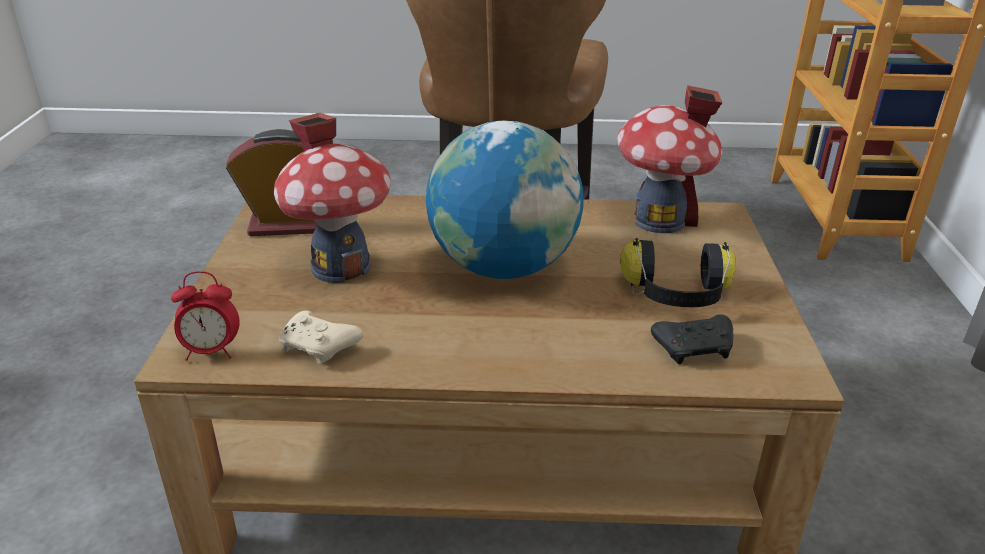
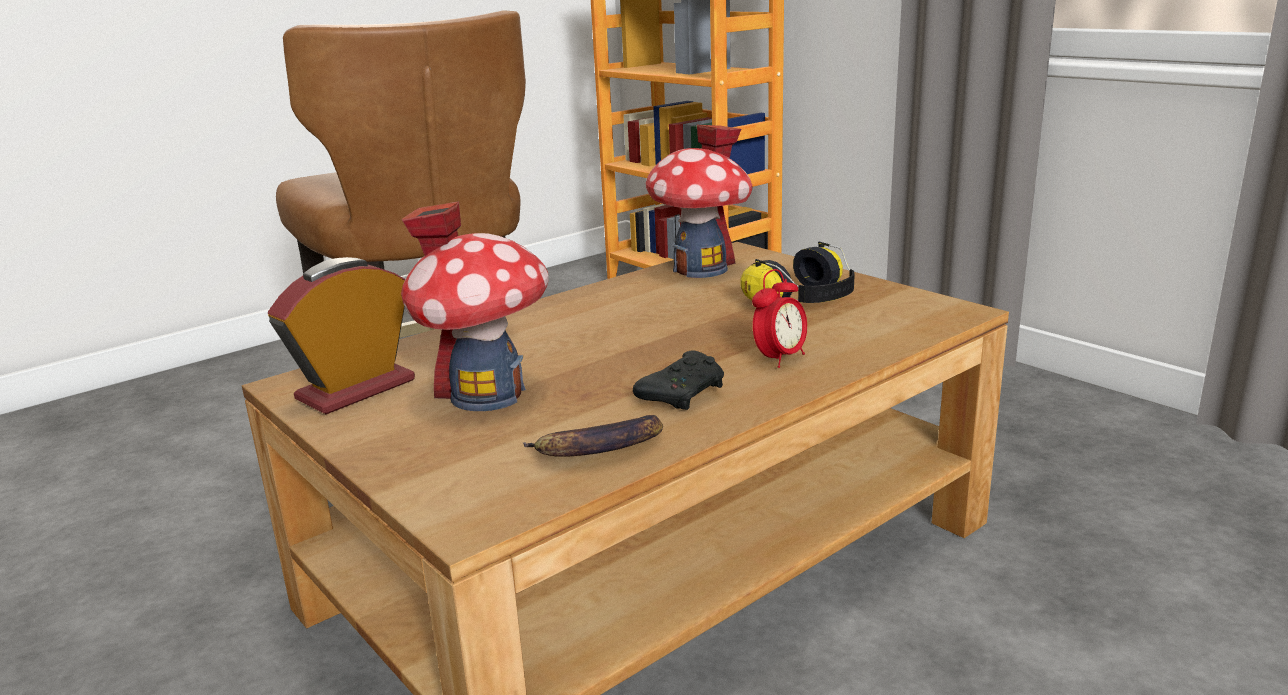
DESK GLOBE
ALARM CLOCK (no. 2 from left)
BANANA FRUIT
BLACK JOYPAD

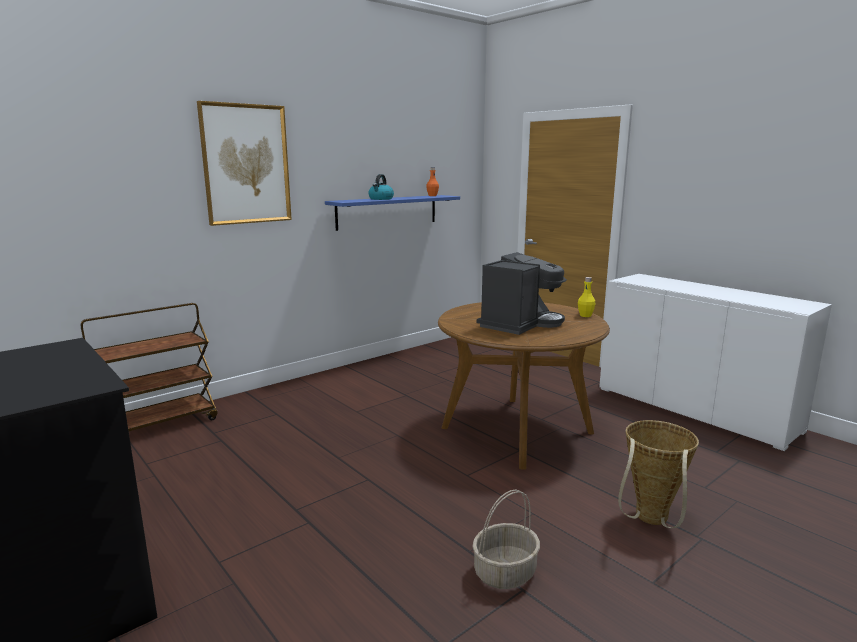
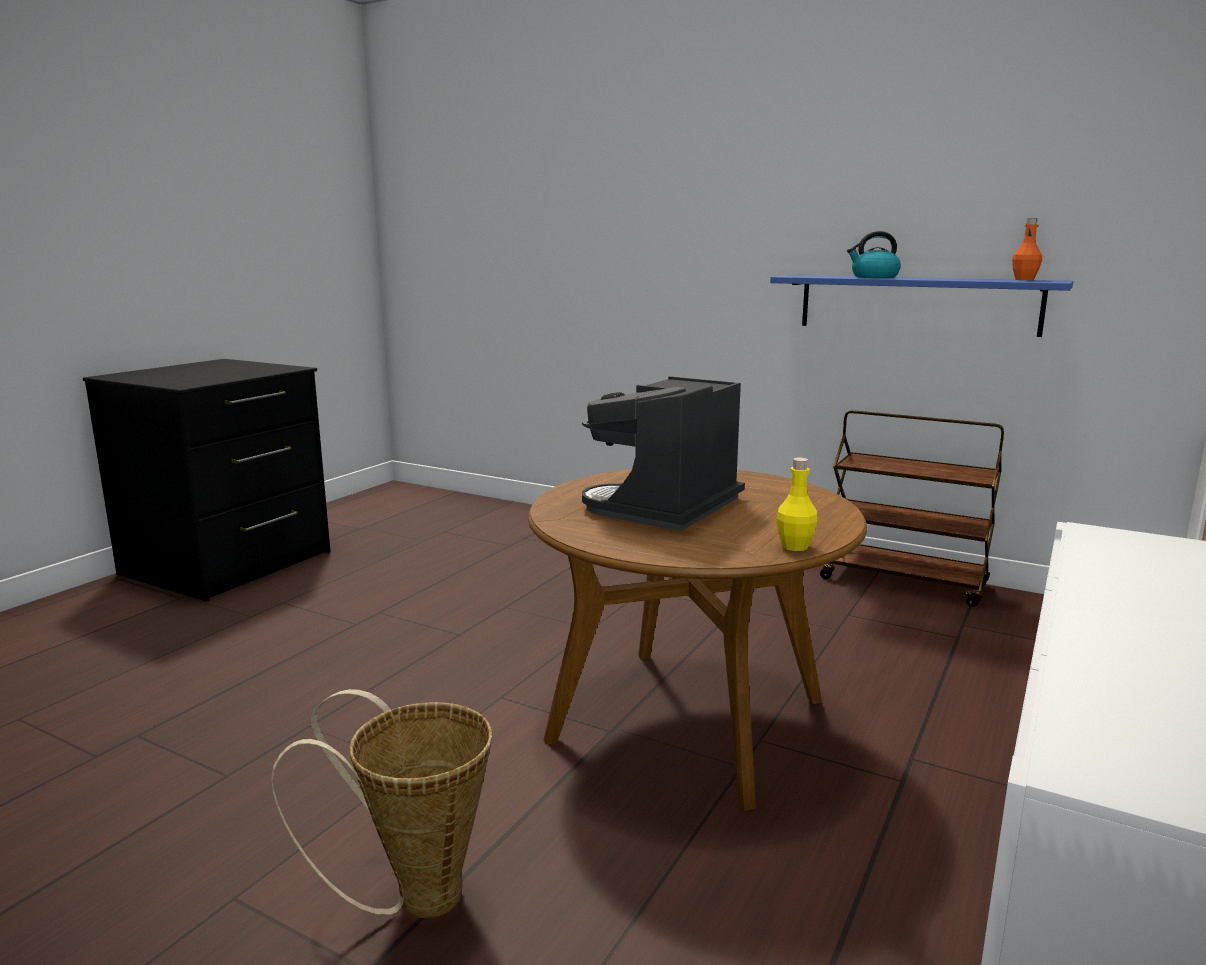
PICTURE
COFFEE BREWER
BROWN WHEELED CART
HOUSEHOLD BASKET (no. 1 from left in the first image)

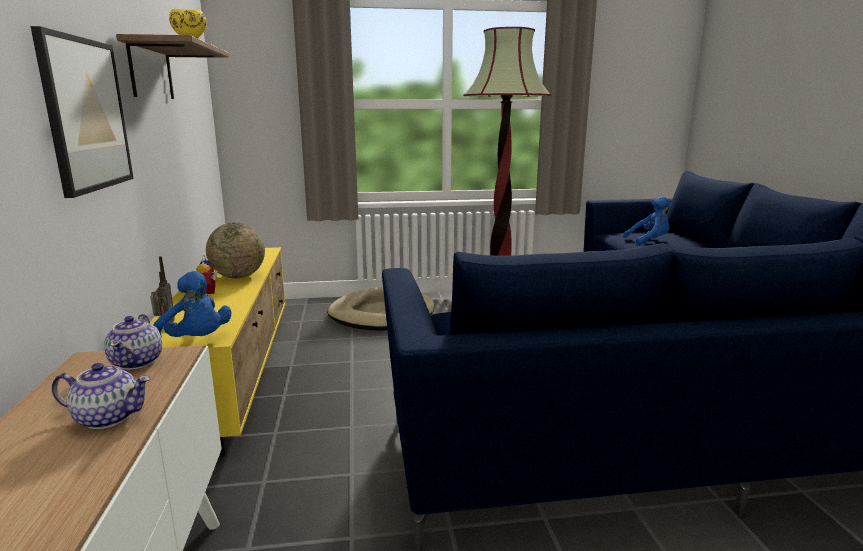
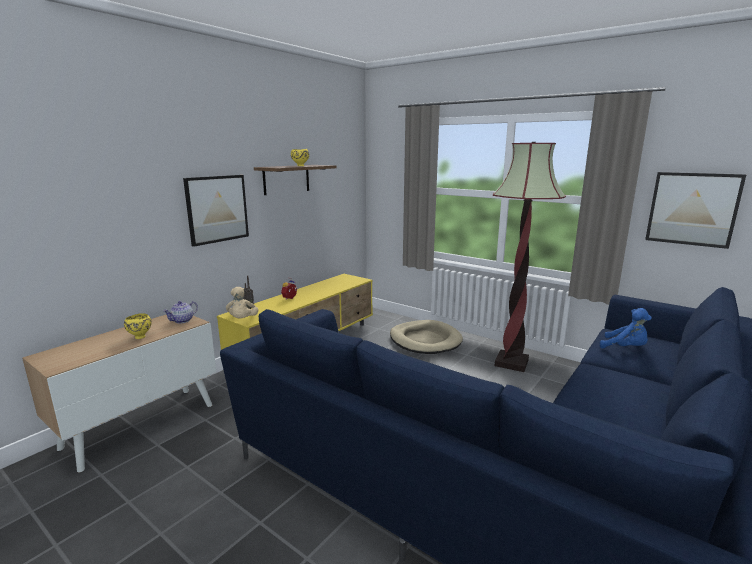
DESK GLOBE
BEIGE-COLOURED SOFT TOY
YELLOWISH DEEP DISH (no. 1 from left)
PICTURE (no. 2 from left)

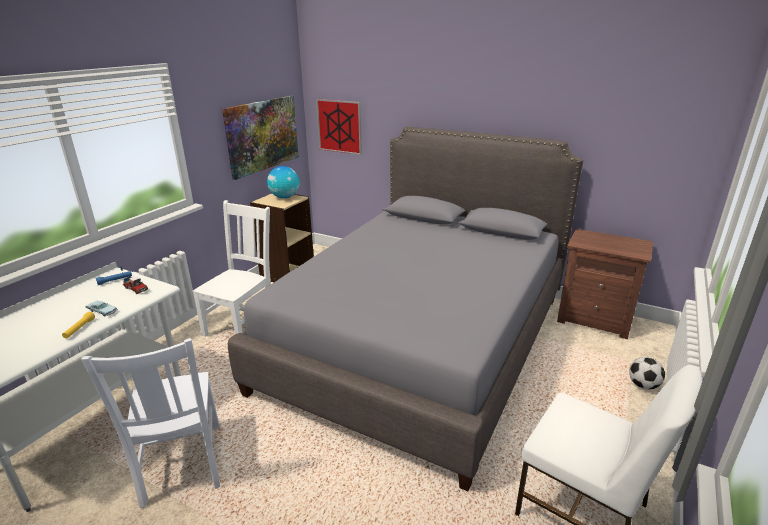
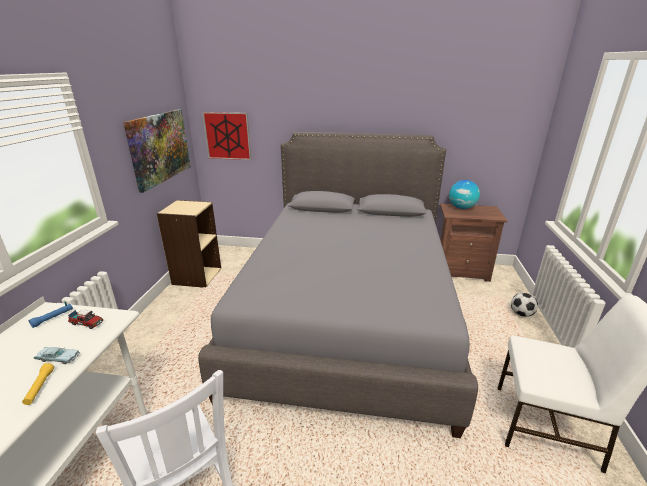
DESK GLOBE
WHITISH PLAIN CHAIR (no. 2 from left in the first image)

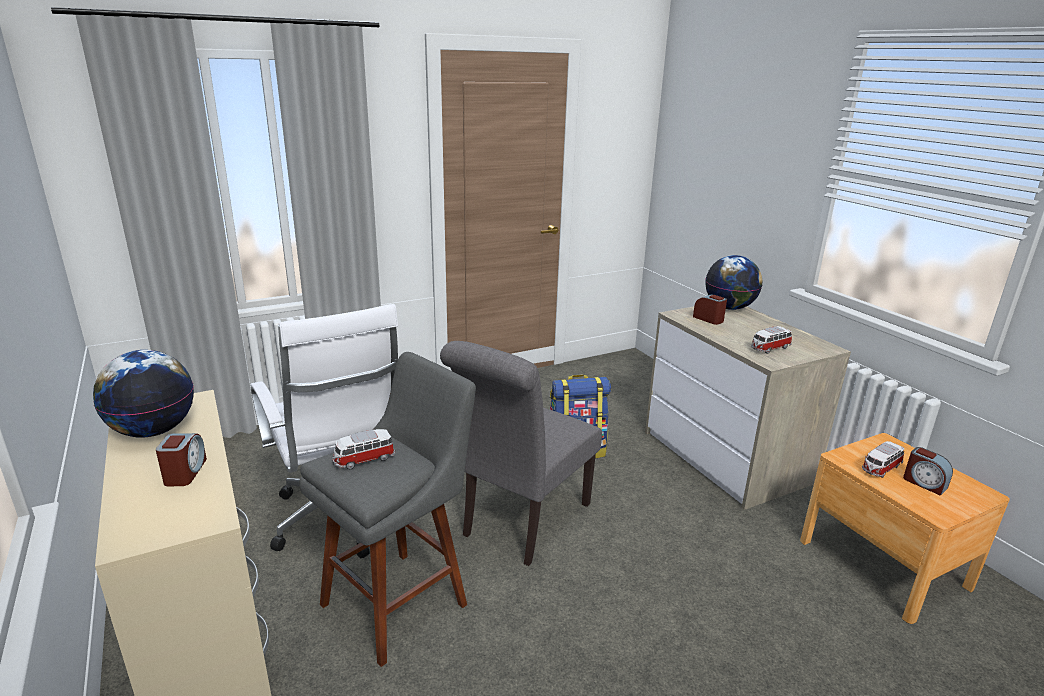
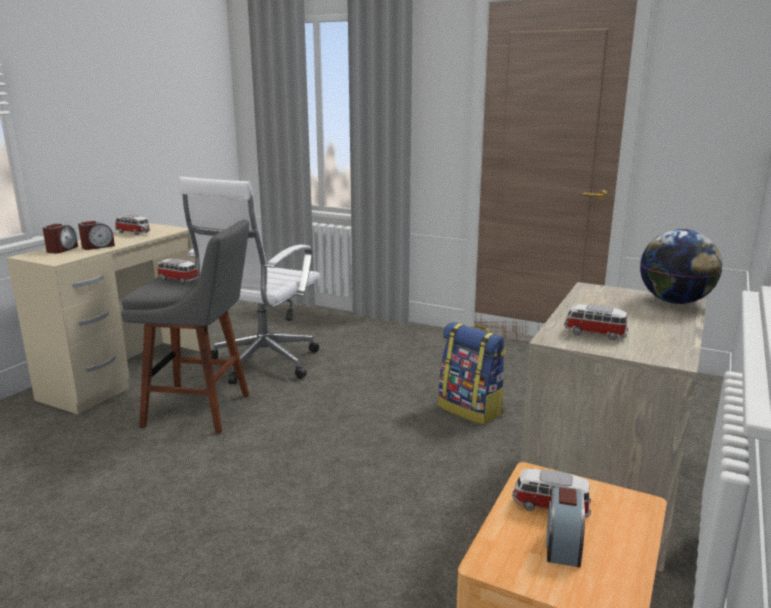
ALARM CLOCK (no. 1 from left)
GREYISH PLAIN CHAIR
MODEL CAR (no. 1 from left)

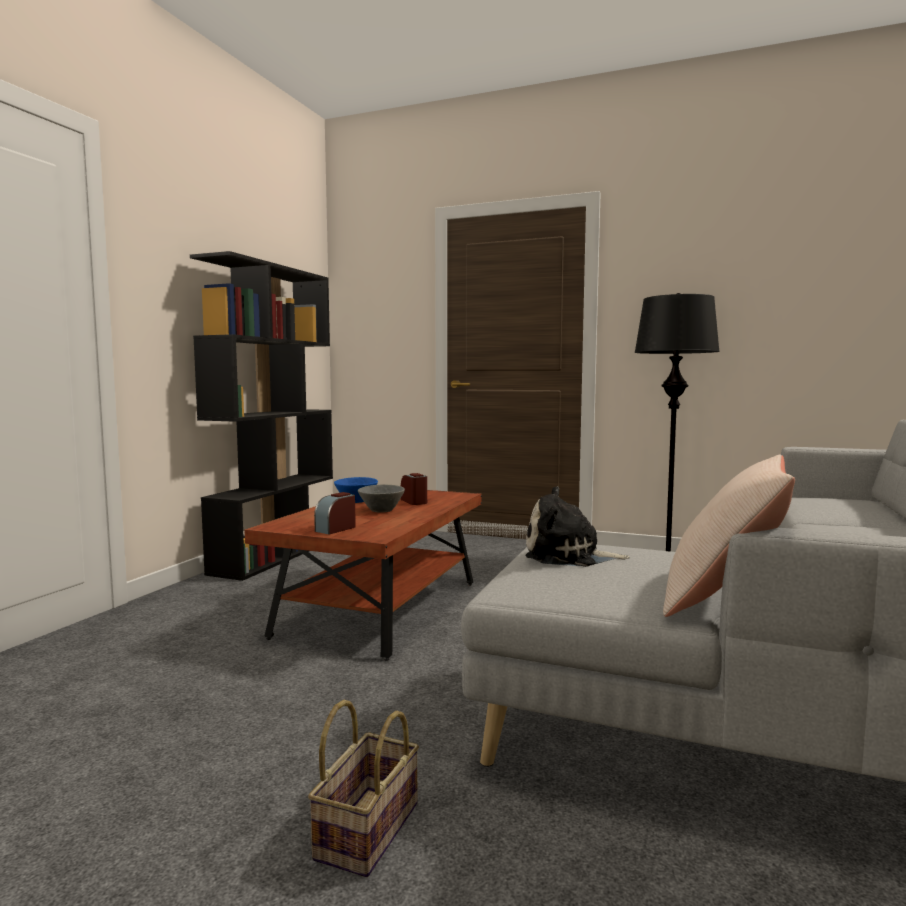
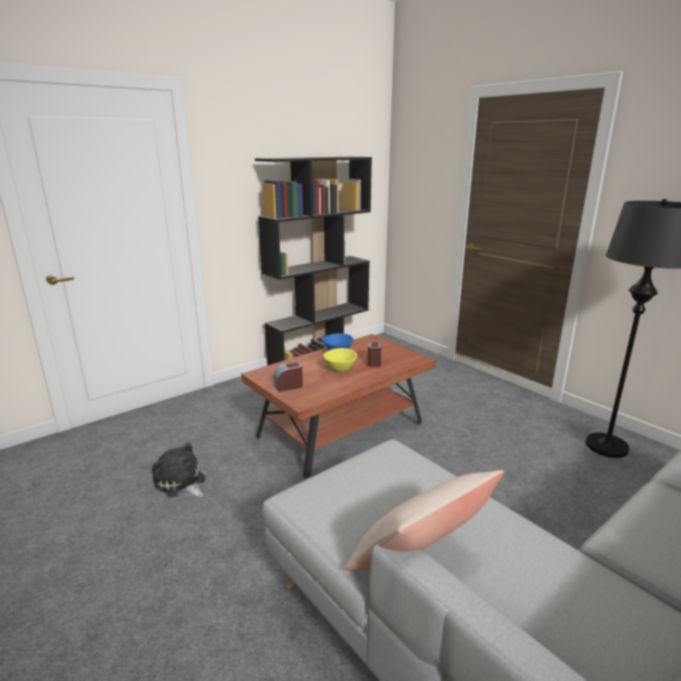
YELLOWISH DEEP DISH
SOFT TOY
HOUSEHOLD BASKET

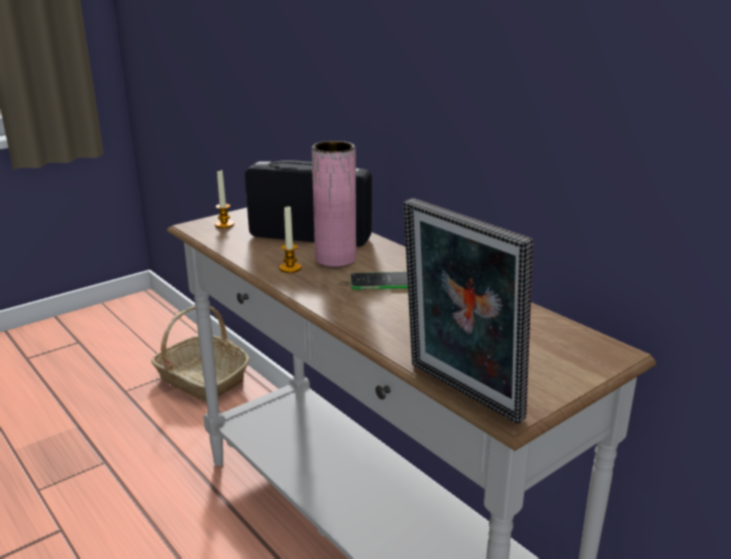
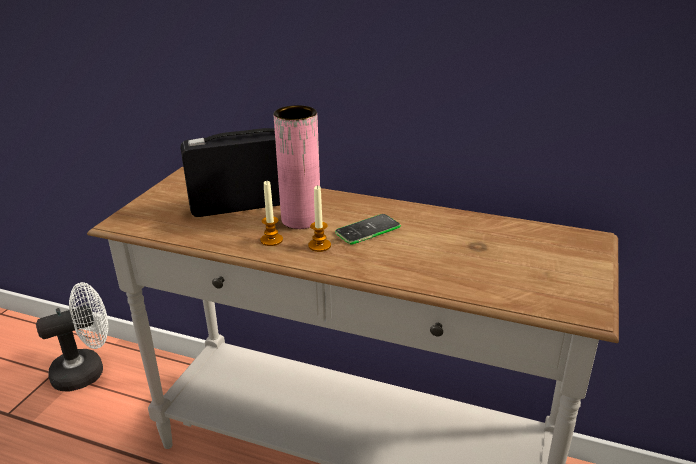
WAX LIGHT (no. 2 from left)
PHOTO FRAME
WHITISH FAN

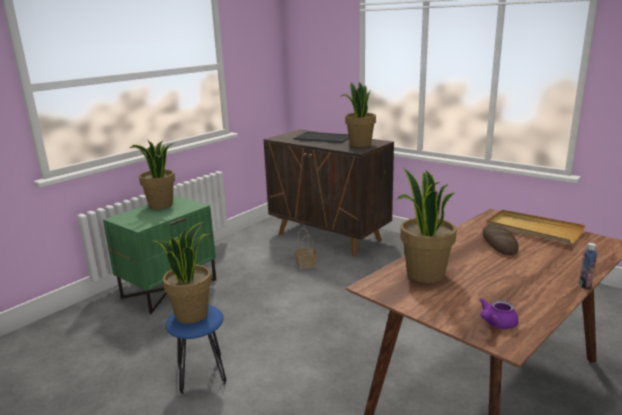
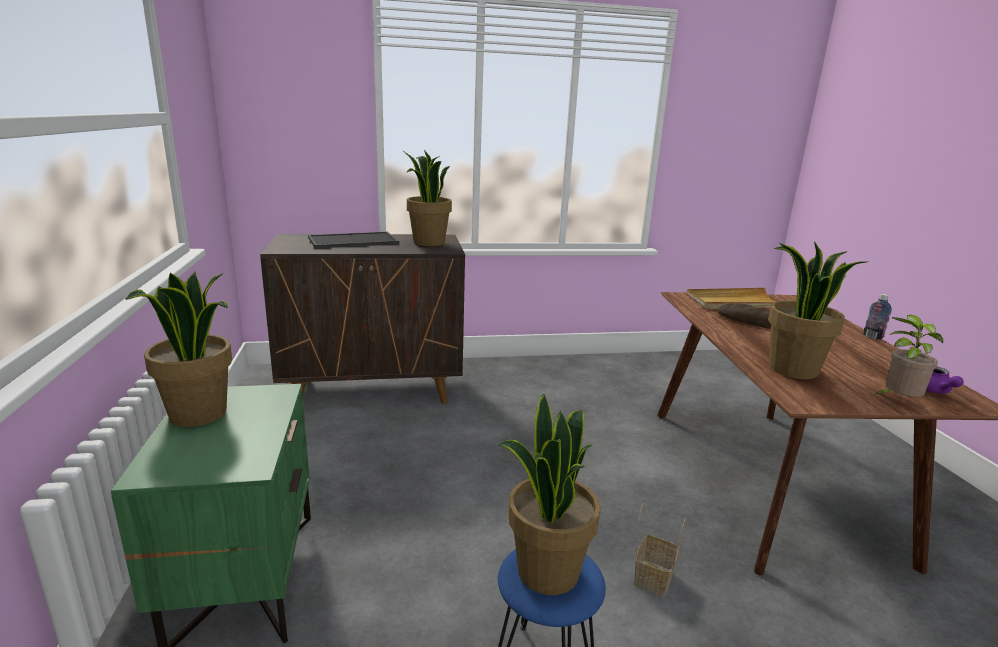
HOUSEHOLD BASKET
POTTED PLANT (no. 5 from left)

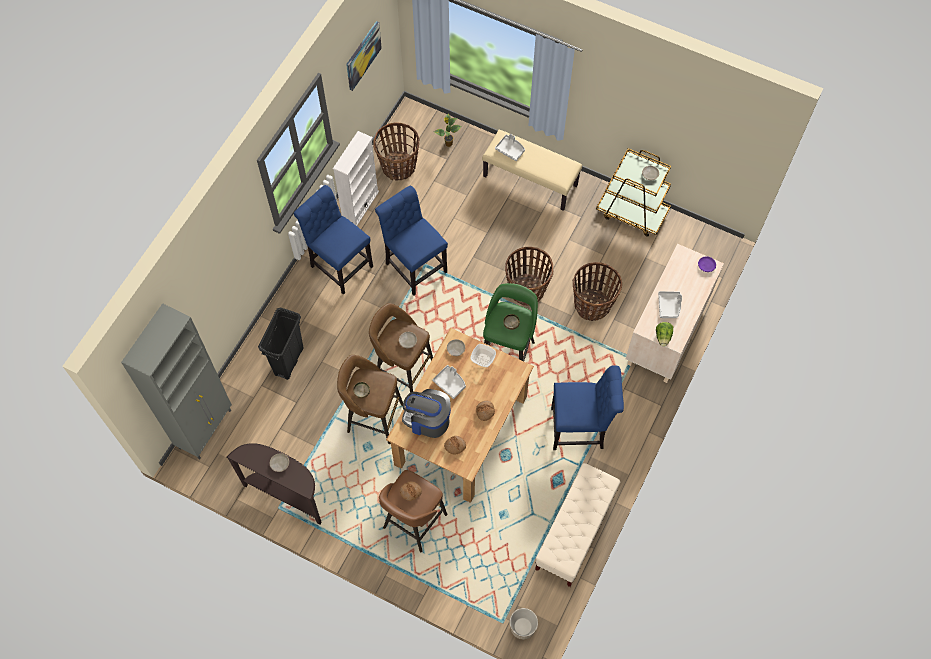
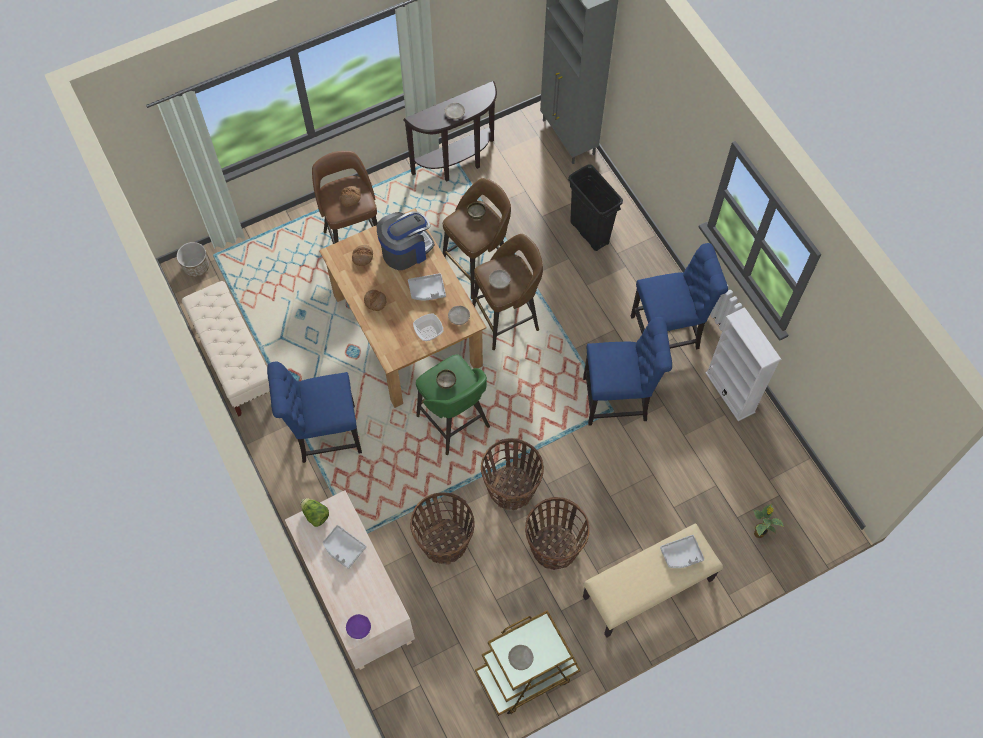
PICTURE
HOUSEHOLD BASKET (no. 3 from left)
BLUE-COLOURED PLAIN CHAIR (no. 1 from left)

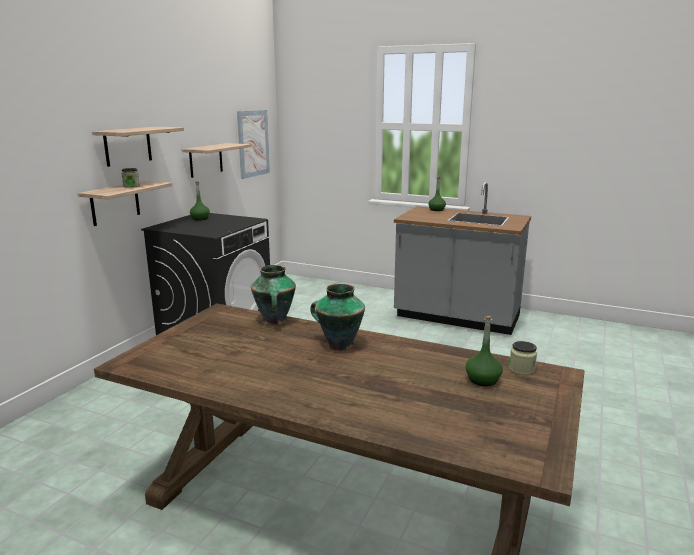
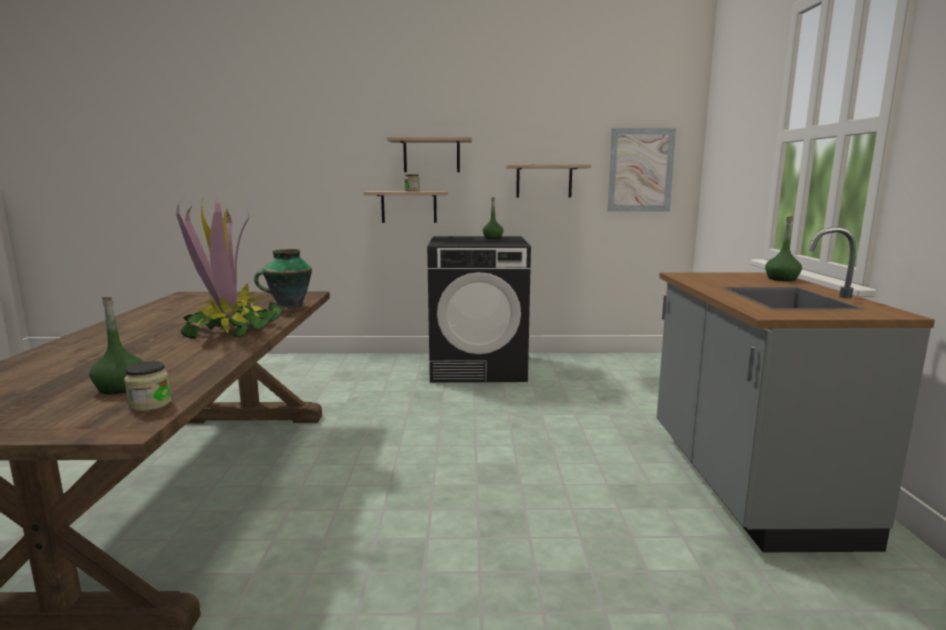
POTTED PLANT

